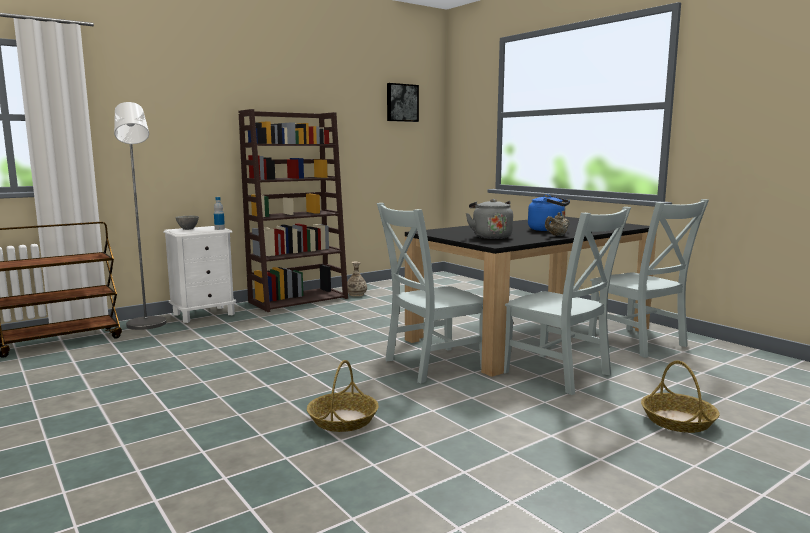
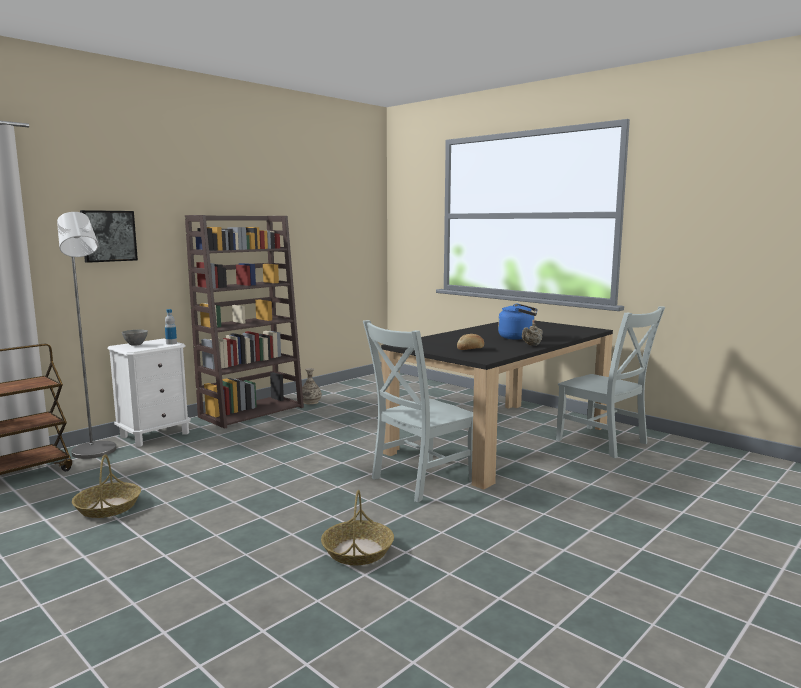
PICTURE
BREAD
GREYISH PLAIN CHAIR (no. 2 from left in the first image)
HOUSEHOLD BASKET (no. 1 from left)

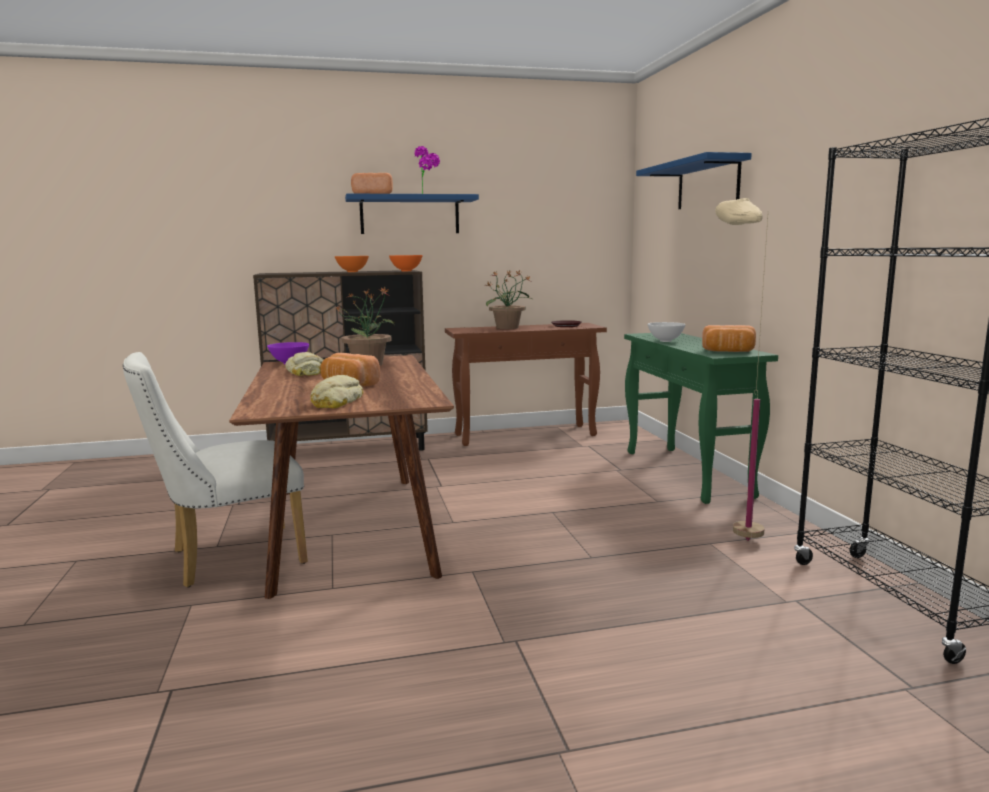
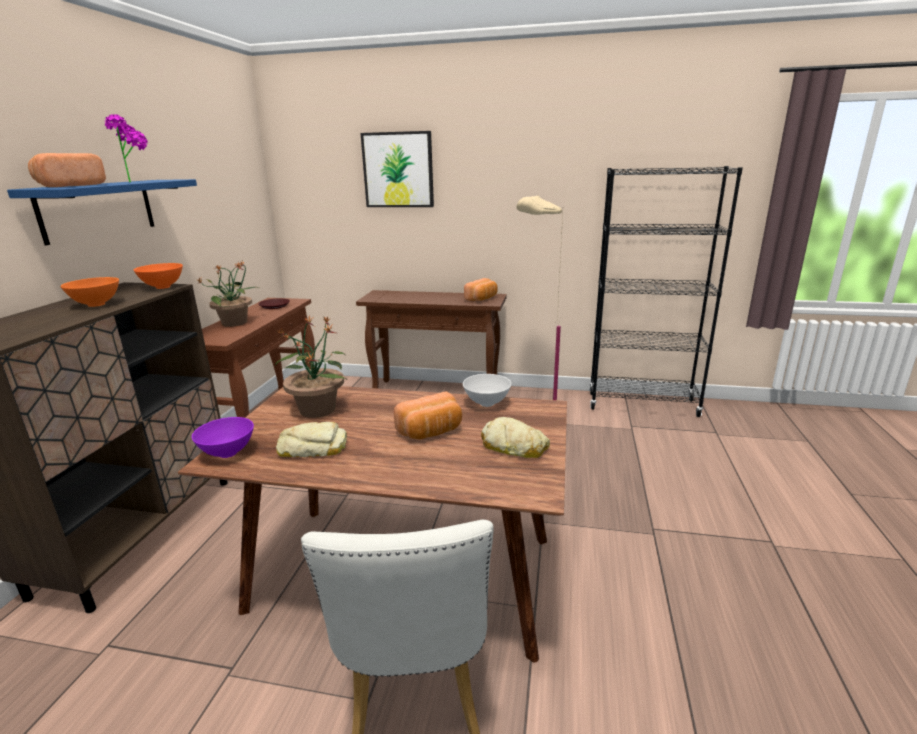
PICTURE
WHITISH DEEP DISH
BROWN NARROW TABLE (no. 2 from left)

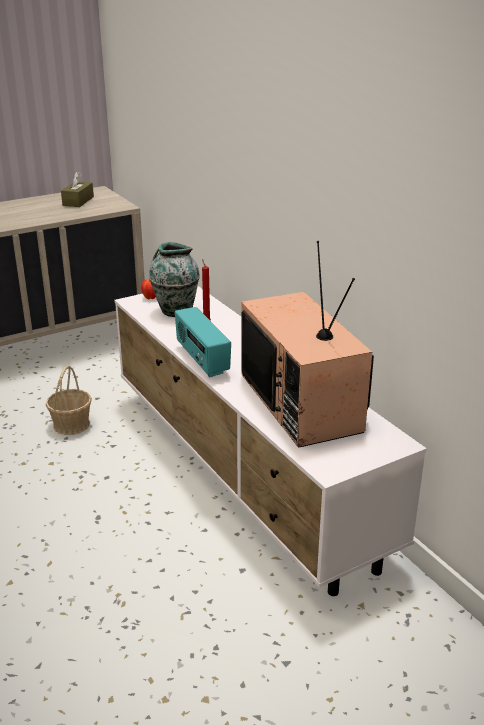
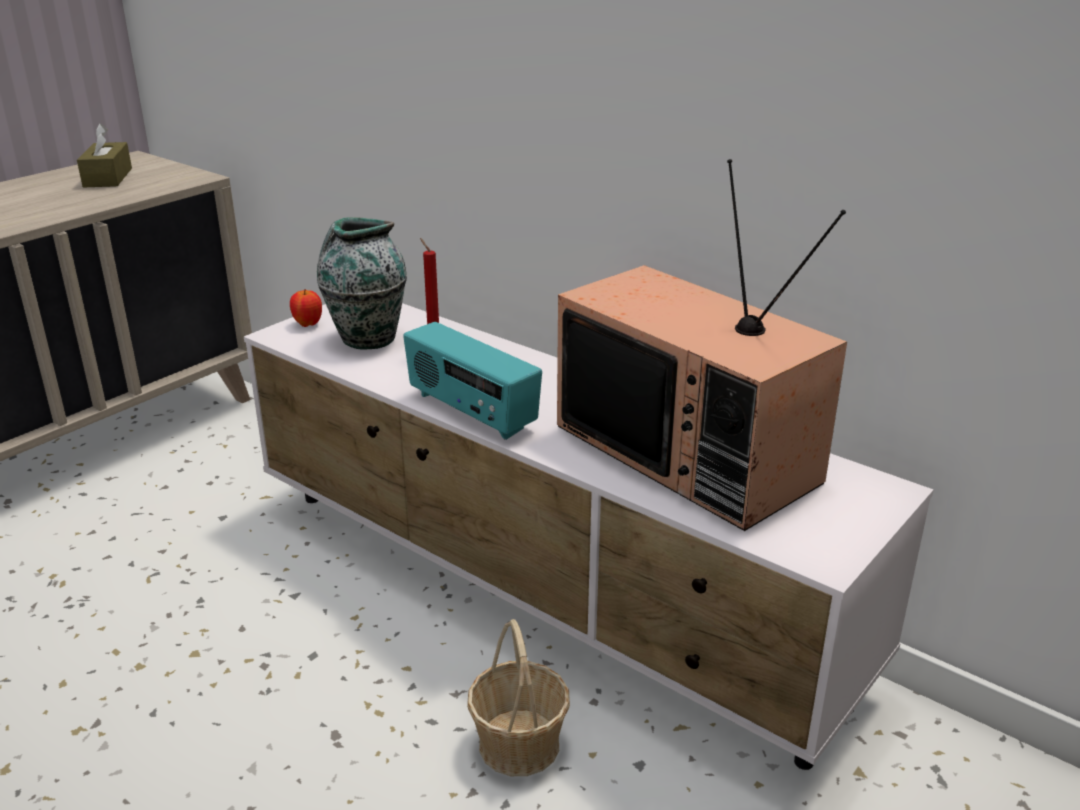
HOUSEHOLD BASKET

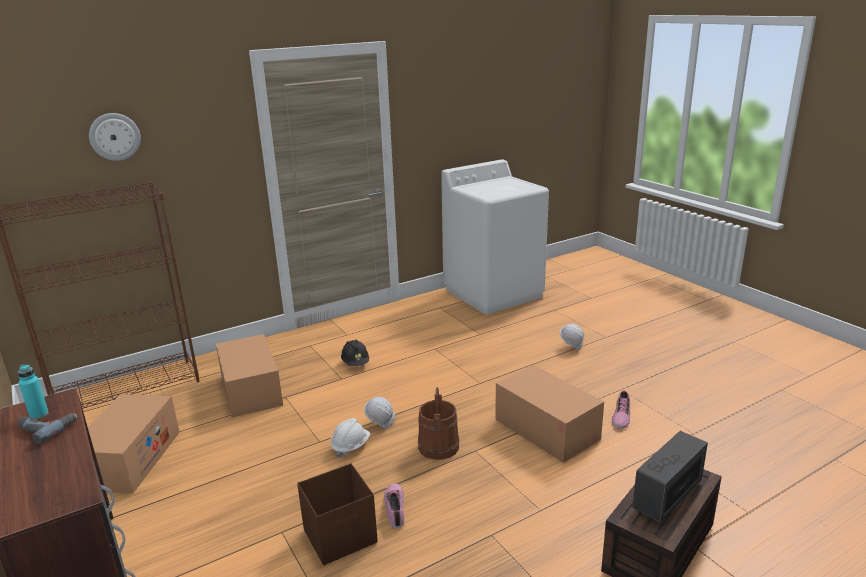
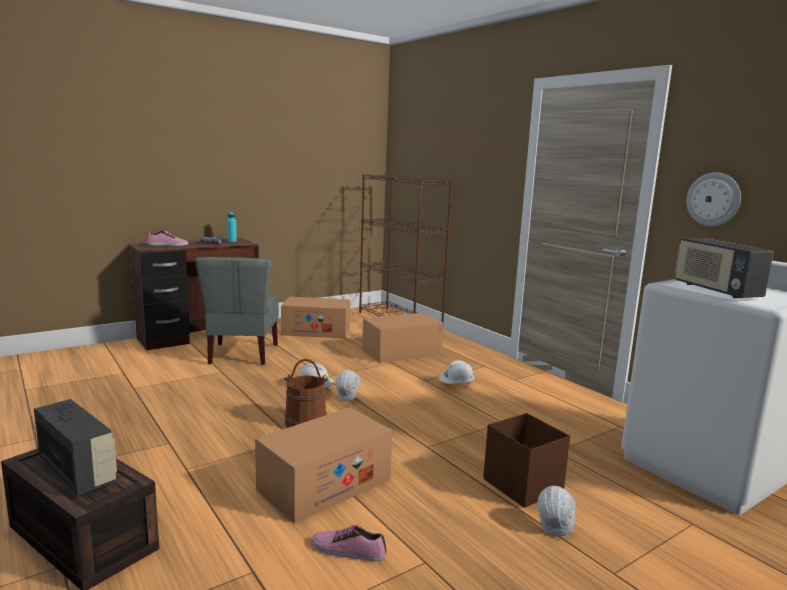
CLOCK ON THE WALL
WHITISH WORK HELMET (no. 3 from left)
BROWN STORAGE BOX (no. 2 from left)
ITEM OF FOOTWEAR (no. 1 from left)
RADIO SET (no. 2 from left)
GREYISH PLAIN CHAIR

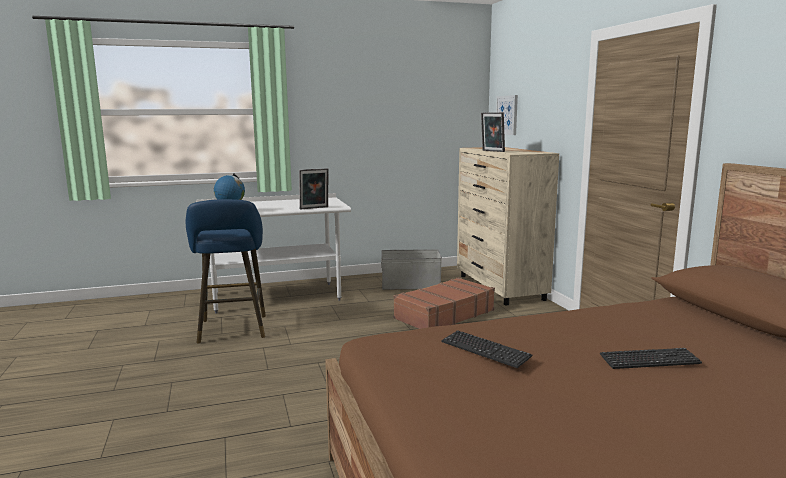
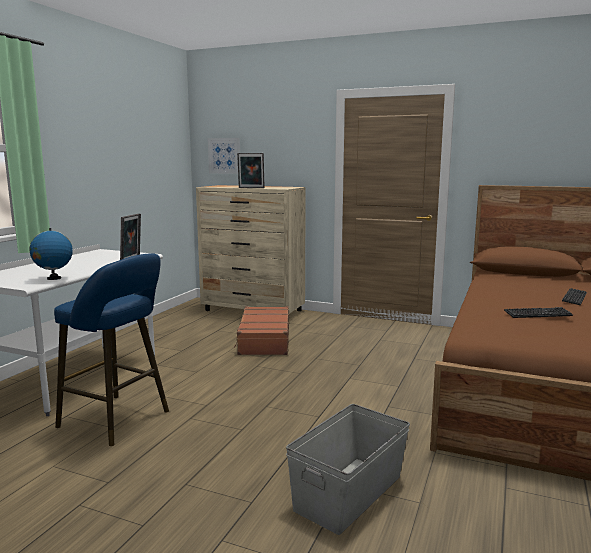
GREYISH STORAGE BOX

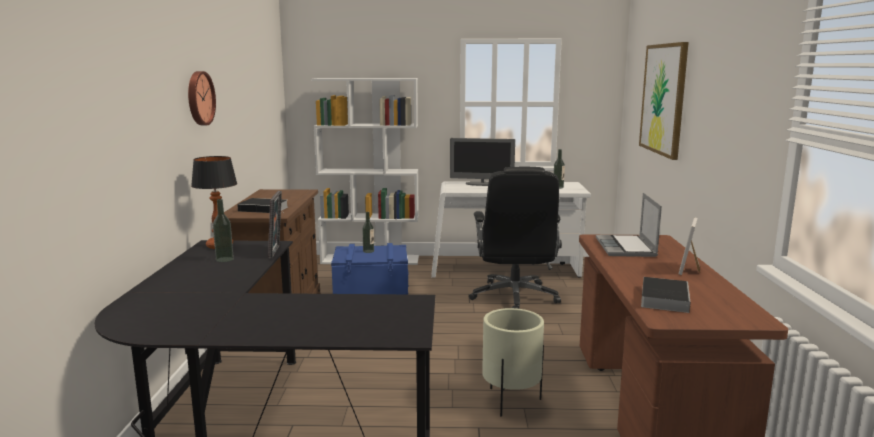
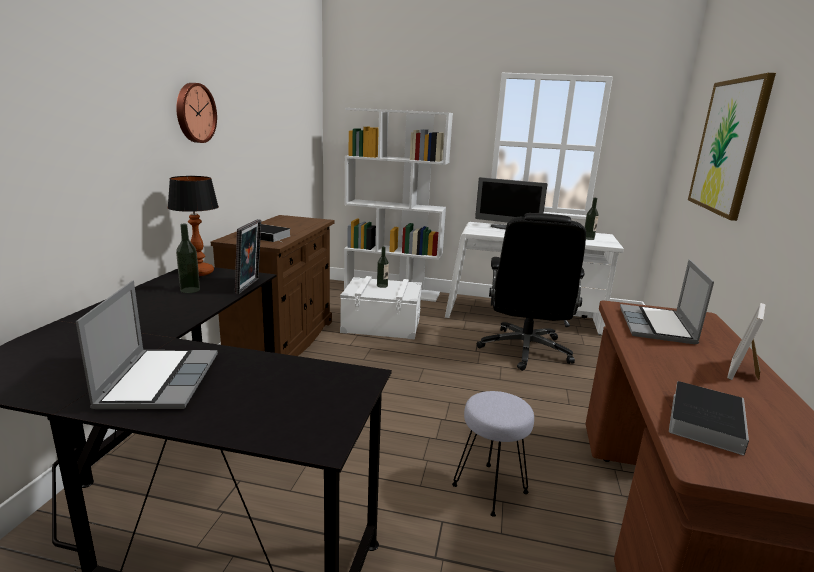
WHITISH STORAGE BOX
GREYISH STOOL SEAT
PORTABLE COMPUTER (no. 1 from left)

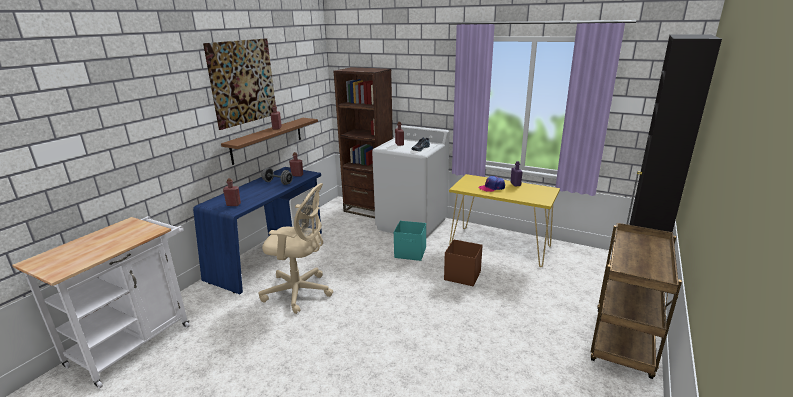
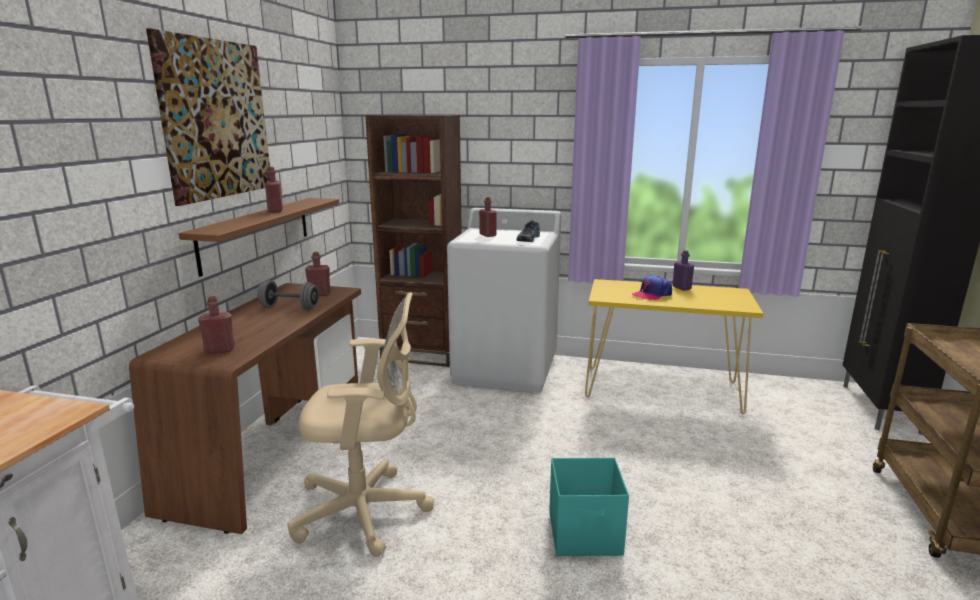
BROWN DESK
BLUE-GREEN STORAGE BOX
BROWN STORAGE BOX

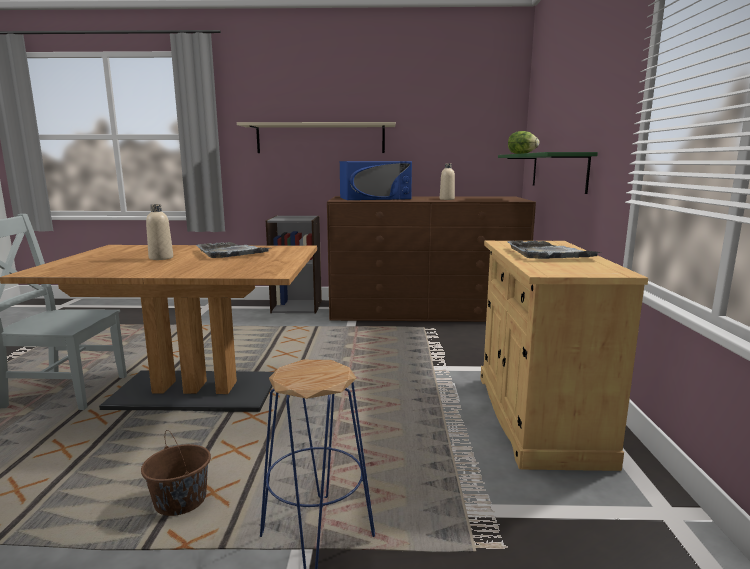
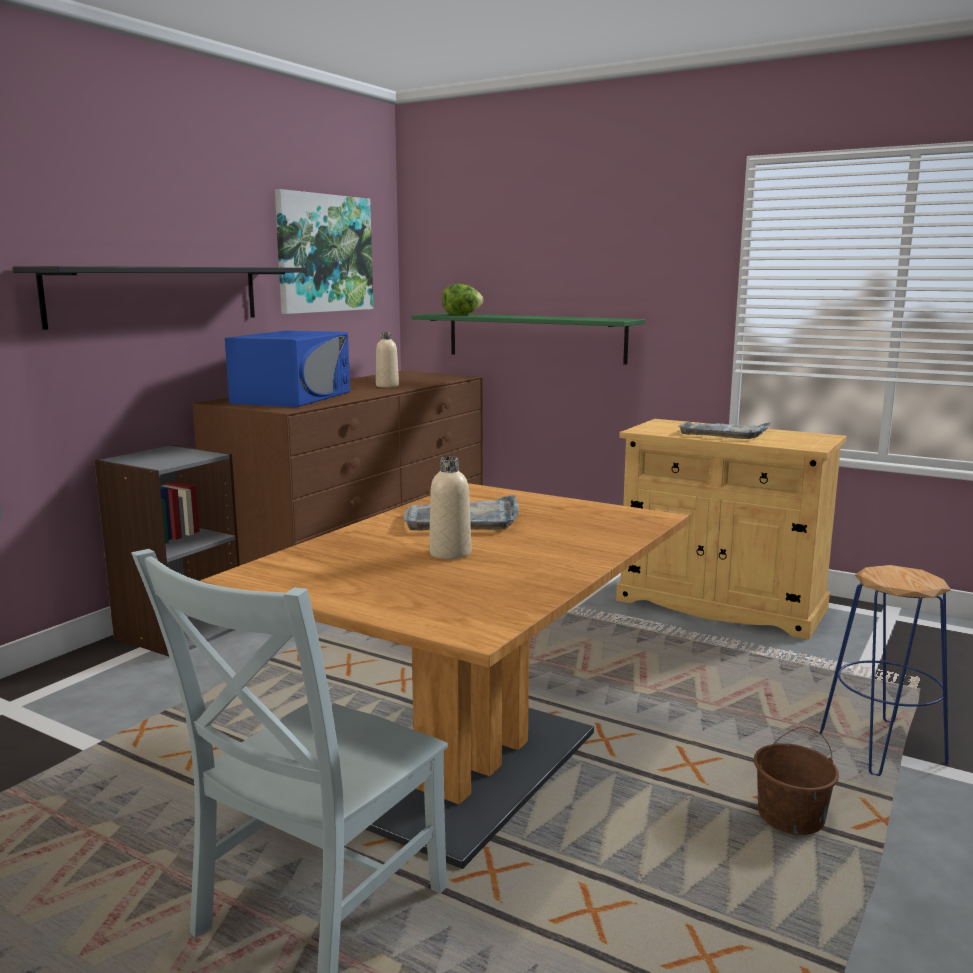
BLACK SHELF
PICTURE

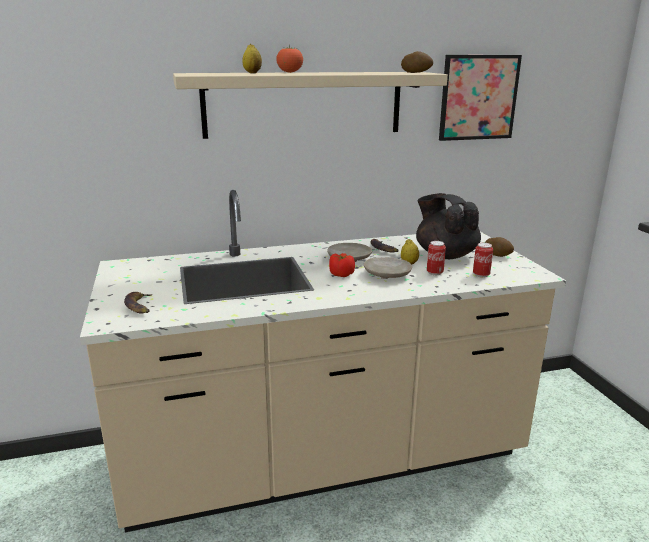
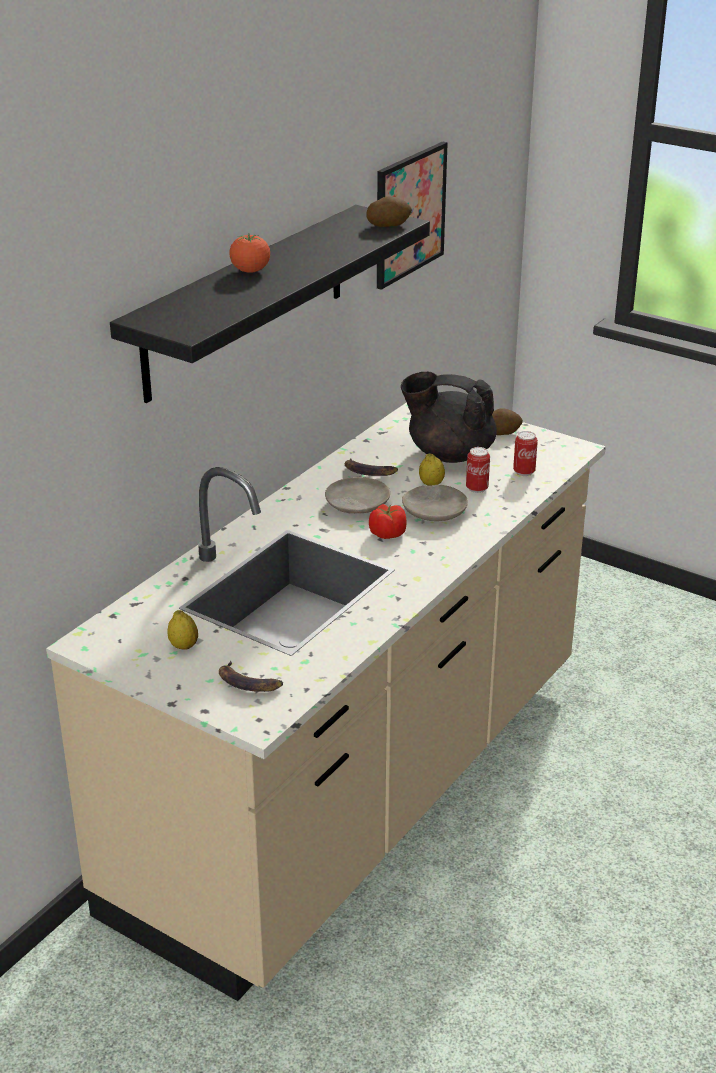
CITRUS FRUIT (no. 1 from left)
BLACK SHELF

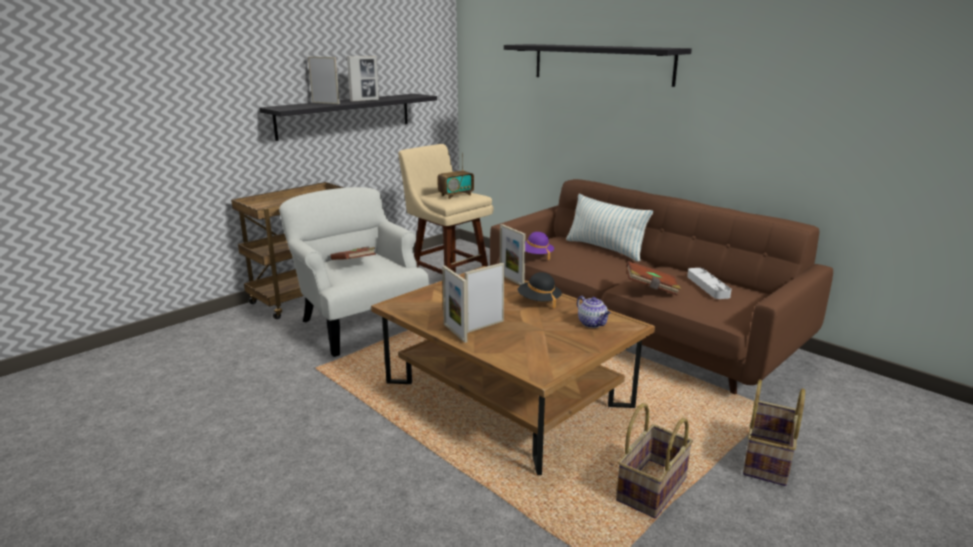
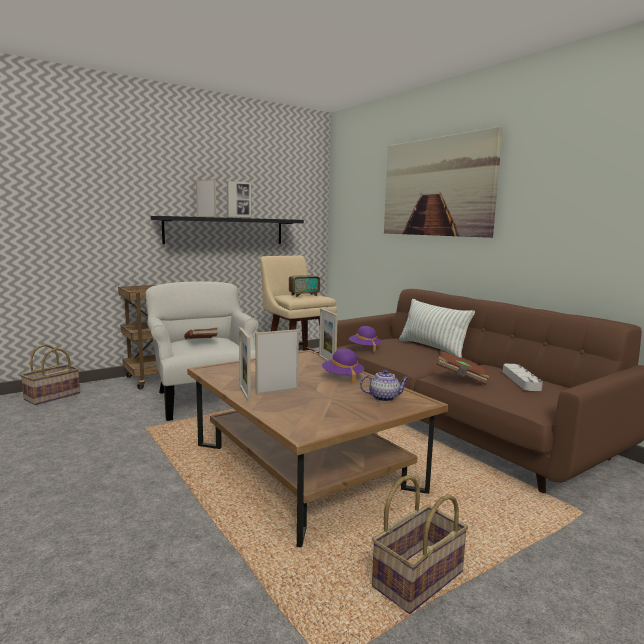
PICTURE
PURPLISH CLOTHING HAT (no. 1 from left)
POT FOR TEA
HOUSEHOLD BASKET (no. 1 from left)

